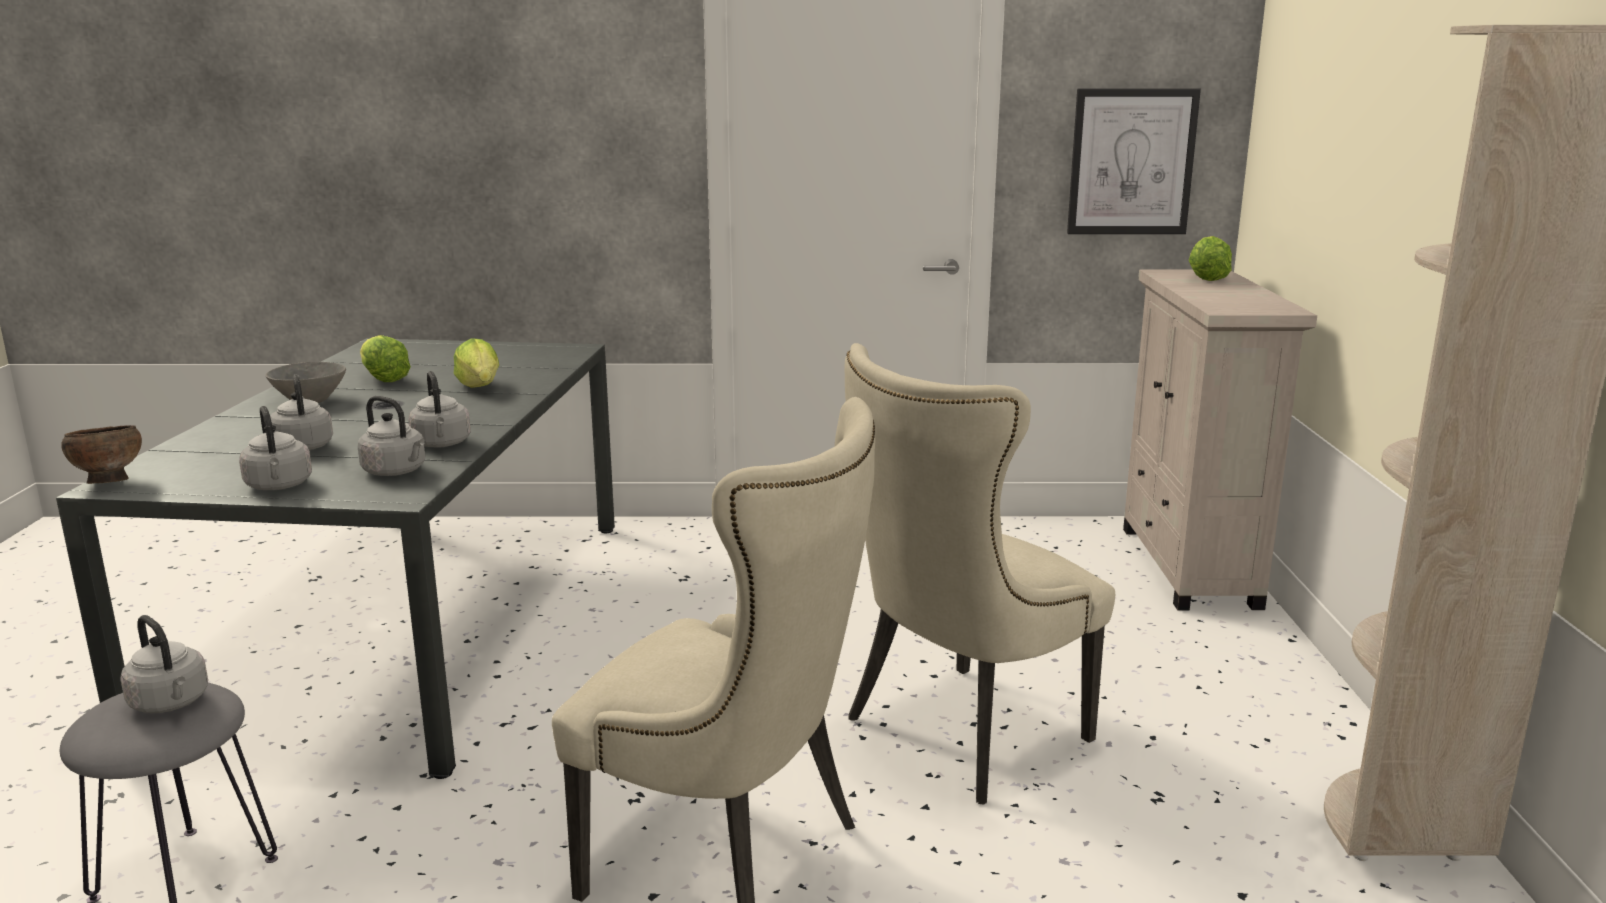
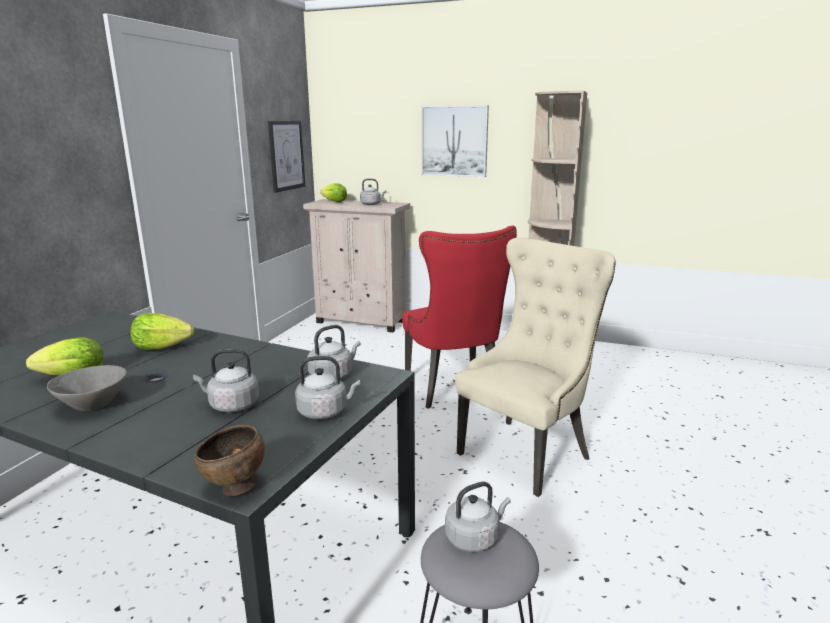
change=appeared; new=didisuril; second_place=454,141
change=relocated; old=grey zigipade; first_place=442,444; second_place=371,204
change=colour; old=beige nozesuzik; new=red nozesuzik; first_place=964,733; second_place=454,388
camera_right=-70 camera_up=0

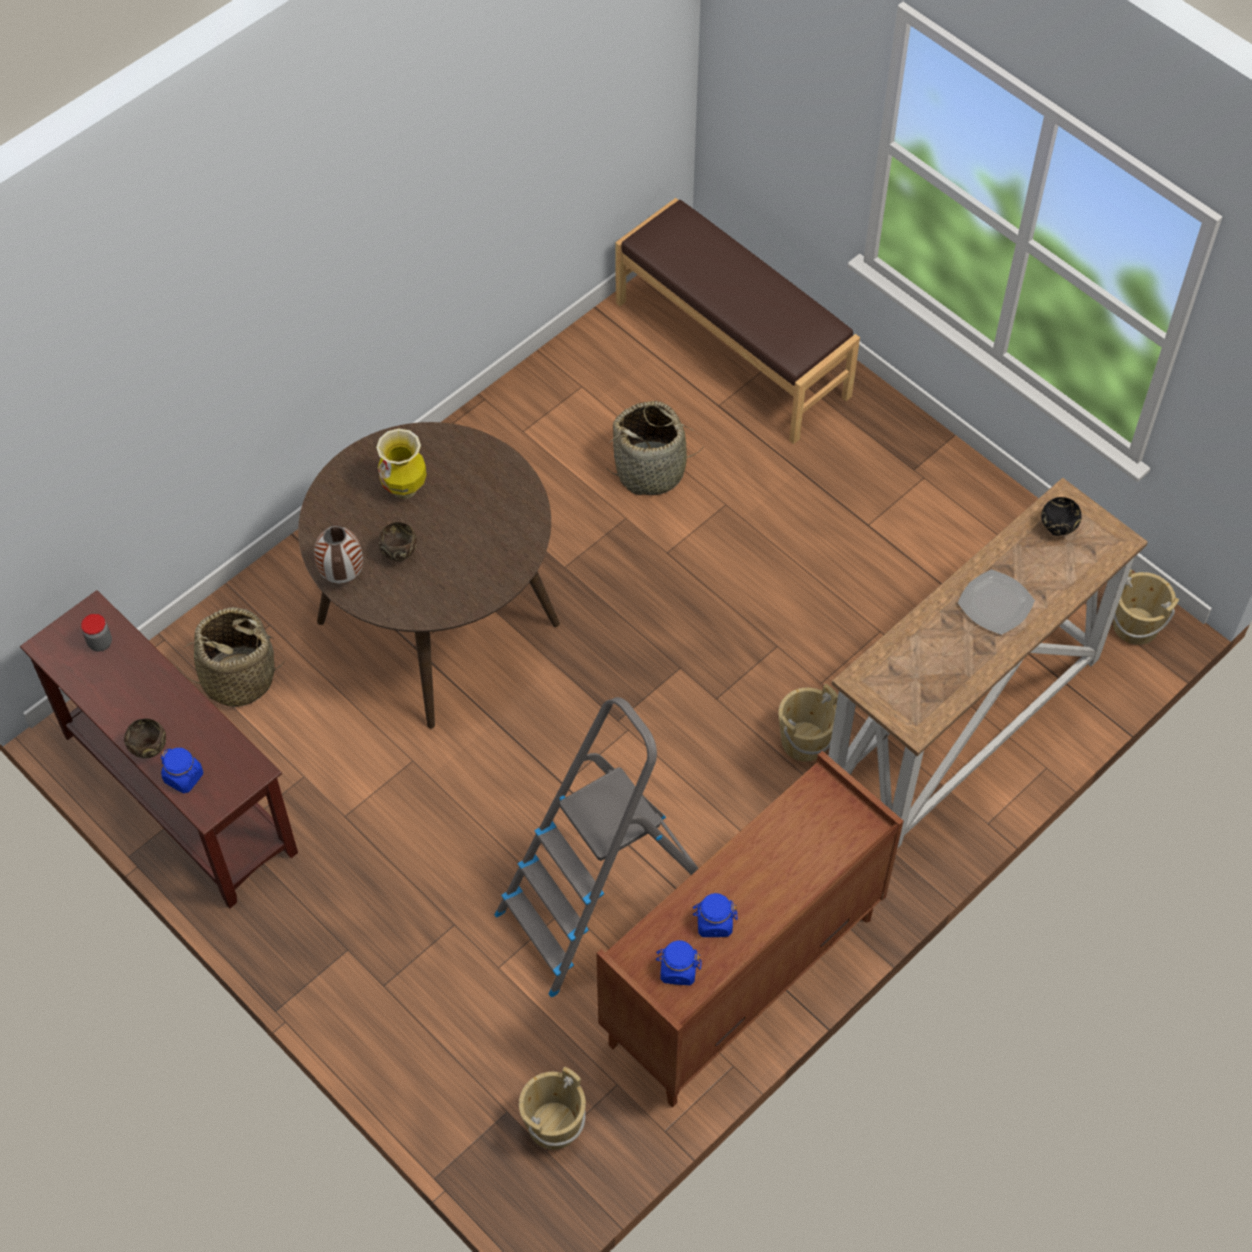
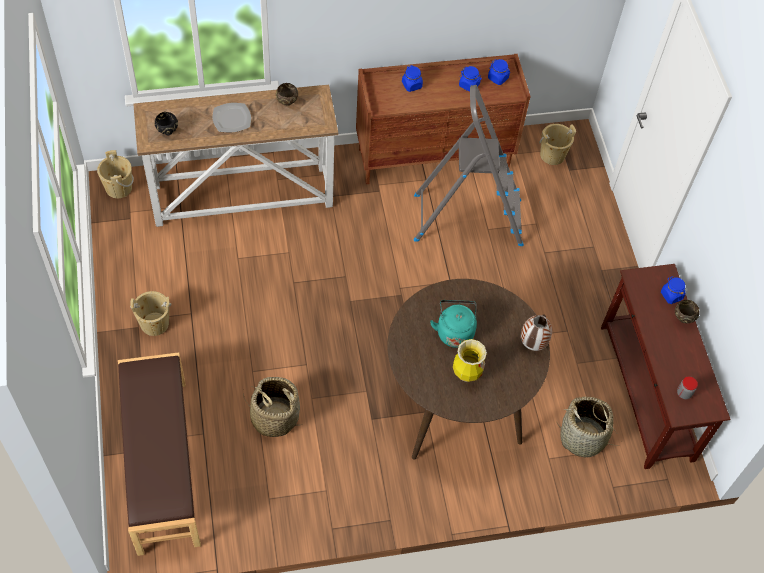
change=appeared; new=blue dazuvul; second_place=412,85
change=appeared; new=turquoise zigipade; second_place=454,331
change=relocated; old=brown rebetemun; first_place=399,554; second_place=287,103
change=relocated; old=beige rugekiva; first_place=804,741; second_place=154,323
camera_right=-150 camera_up=0

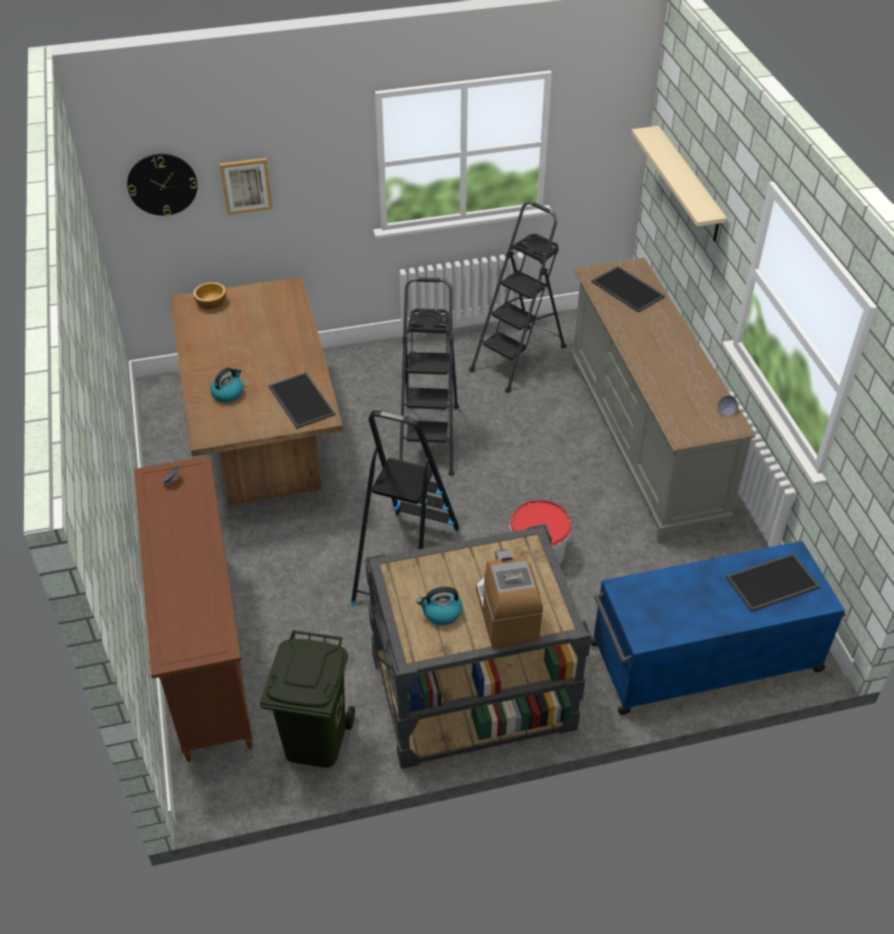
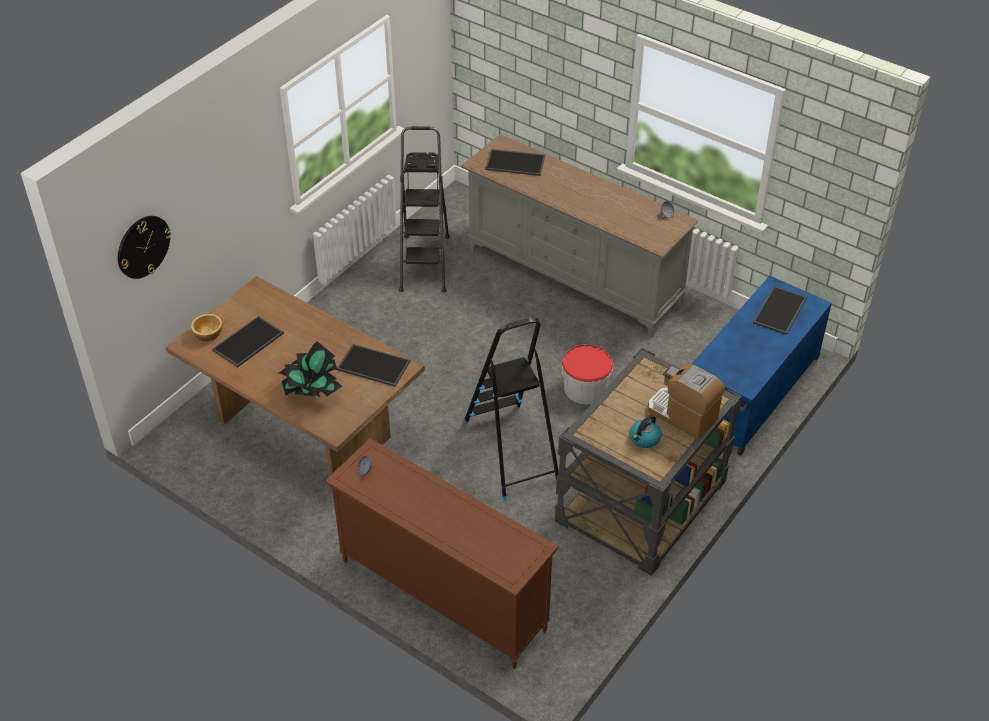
change=missing; old=didisuril; first_place=246,185
change=missing; old=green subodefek; first_place=314,740
change=missing; old=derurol; first_place=429,437
change=missing; old=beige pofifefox; first_place=688,184
change=appeared; new=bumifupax; second_place=248,342
change=exchanged; old=zigipade; new=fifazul; first_place=228,393; second_place=312,392
camera_right=-40 camera_up=0

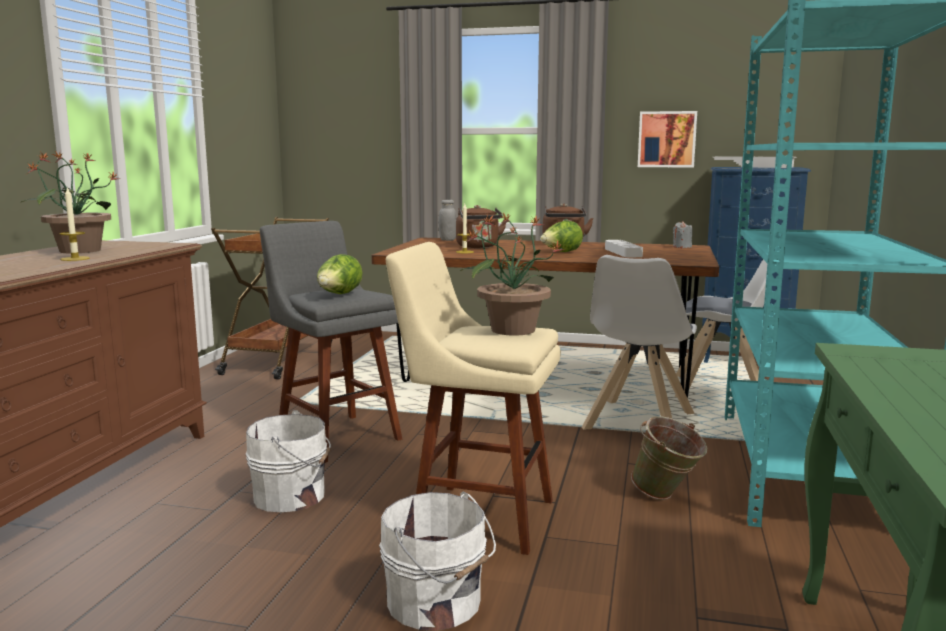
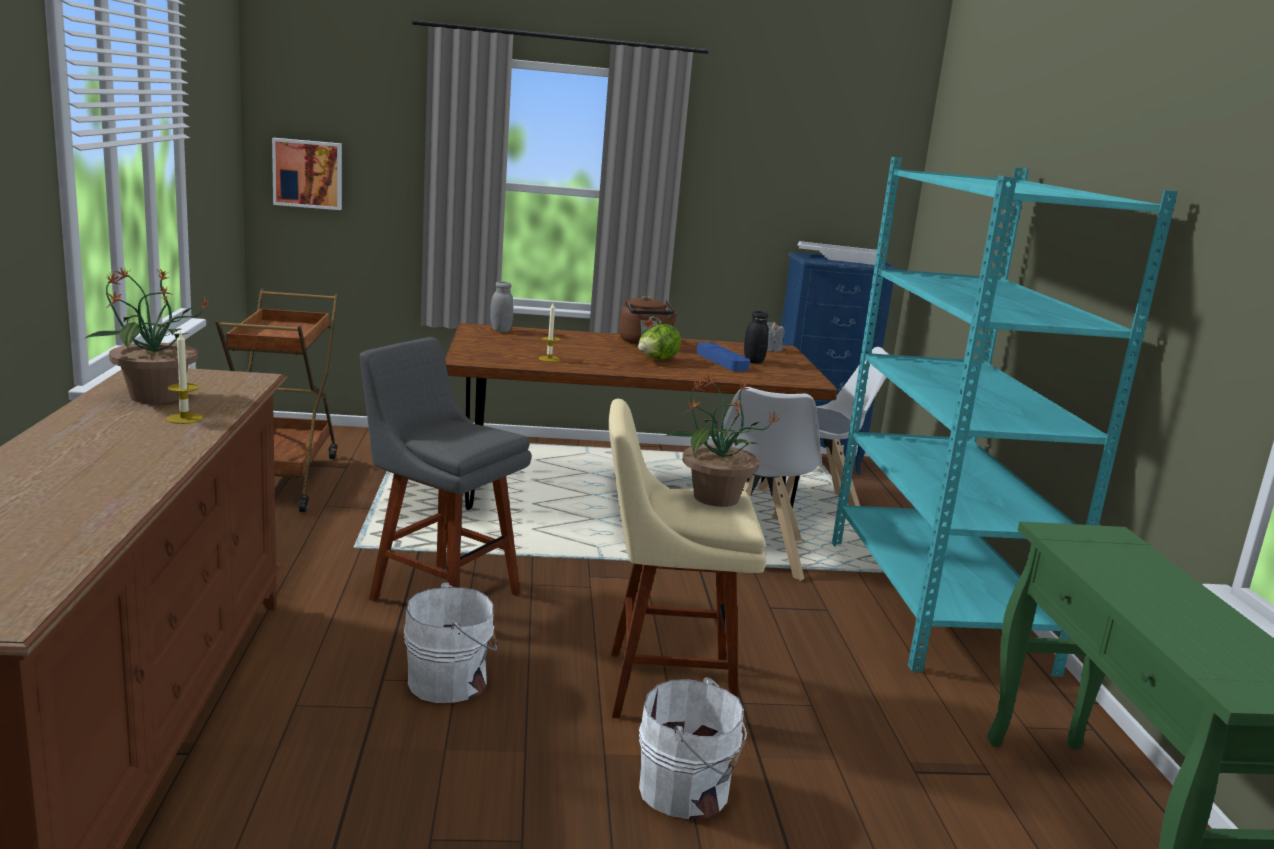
change=missing; old=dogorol; first_place=339,295
change=missing; old=brown zigipade; first_place=478,247
change=missing; old=green rugekiva; first_place=666,497
change=appeared; new=black dazuvul; second_place=753,361
change=relocated; old=didisuril; first_place=667,139; second_place=308,173
change=colour; old=grey bumifupax; new=blue bumifupax; first_place=623,252; second_place=721,361
camera_right=-20 camera_up=5

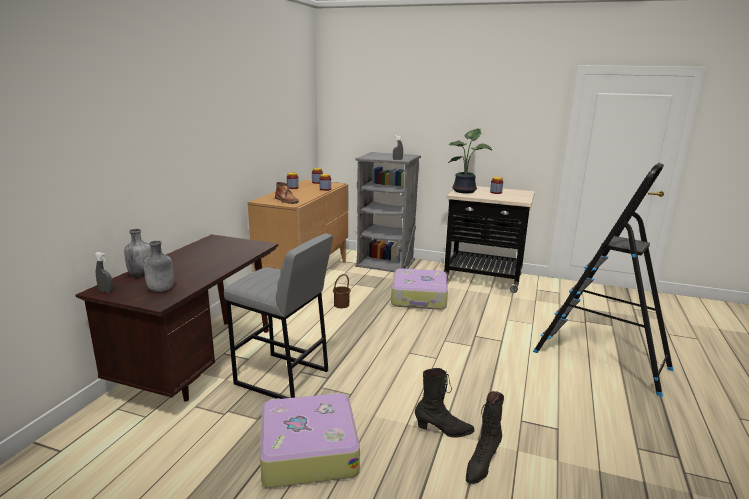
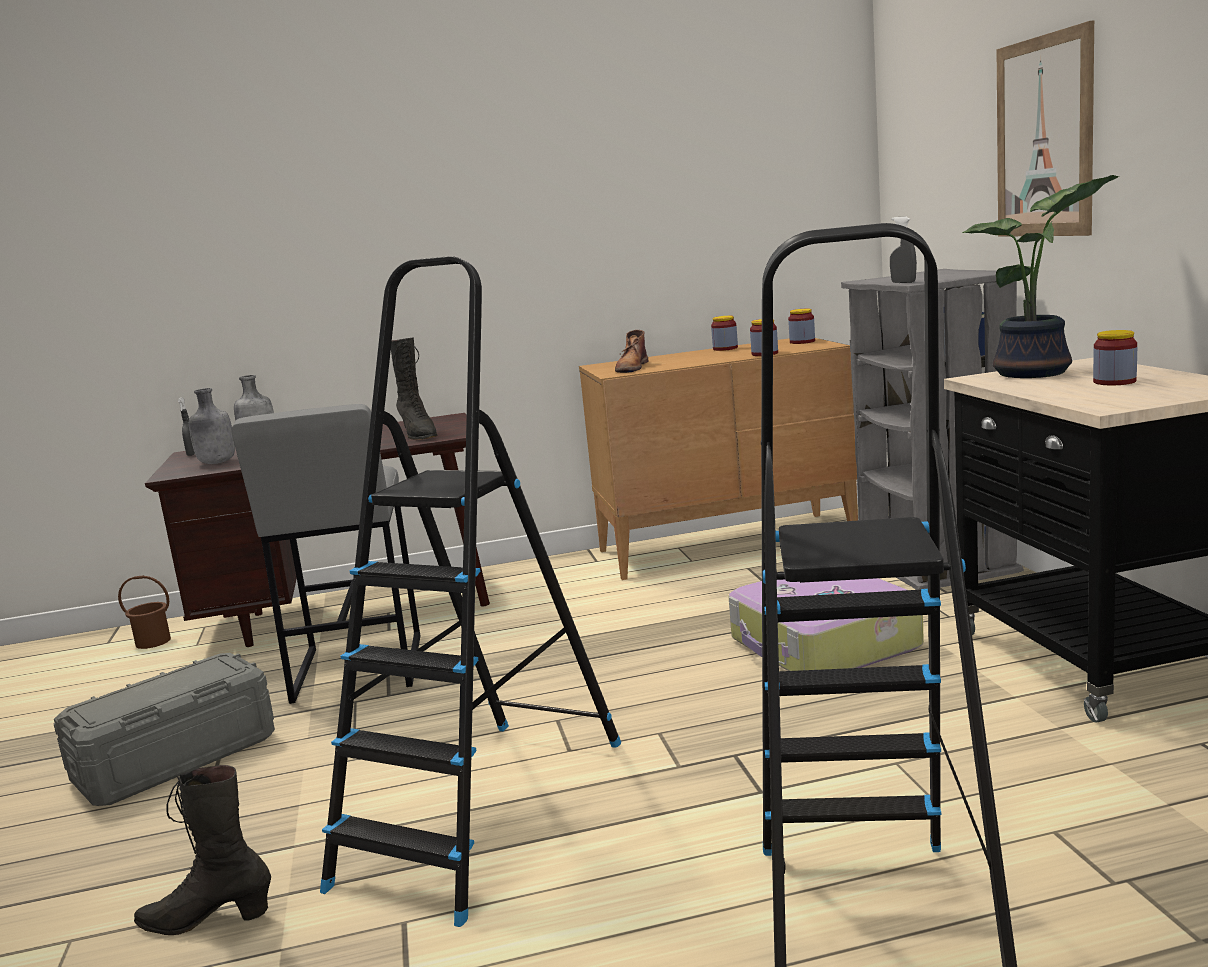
change=appeared; new=black derurol; second_place=485,811
change=appeared; new=didisuril; second_place=1044,137
change=relocated; old=brown rugekiva; first_place=341,305; second_place=153,641
change=relocated; old=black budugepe; first_place=443,430; second_place=418,434
change=exchanged; old=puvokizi; new=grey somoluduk; first_place=308,450; second_place=175,758
camera_right=60 camera_up=-5

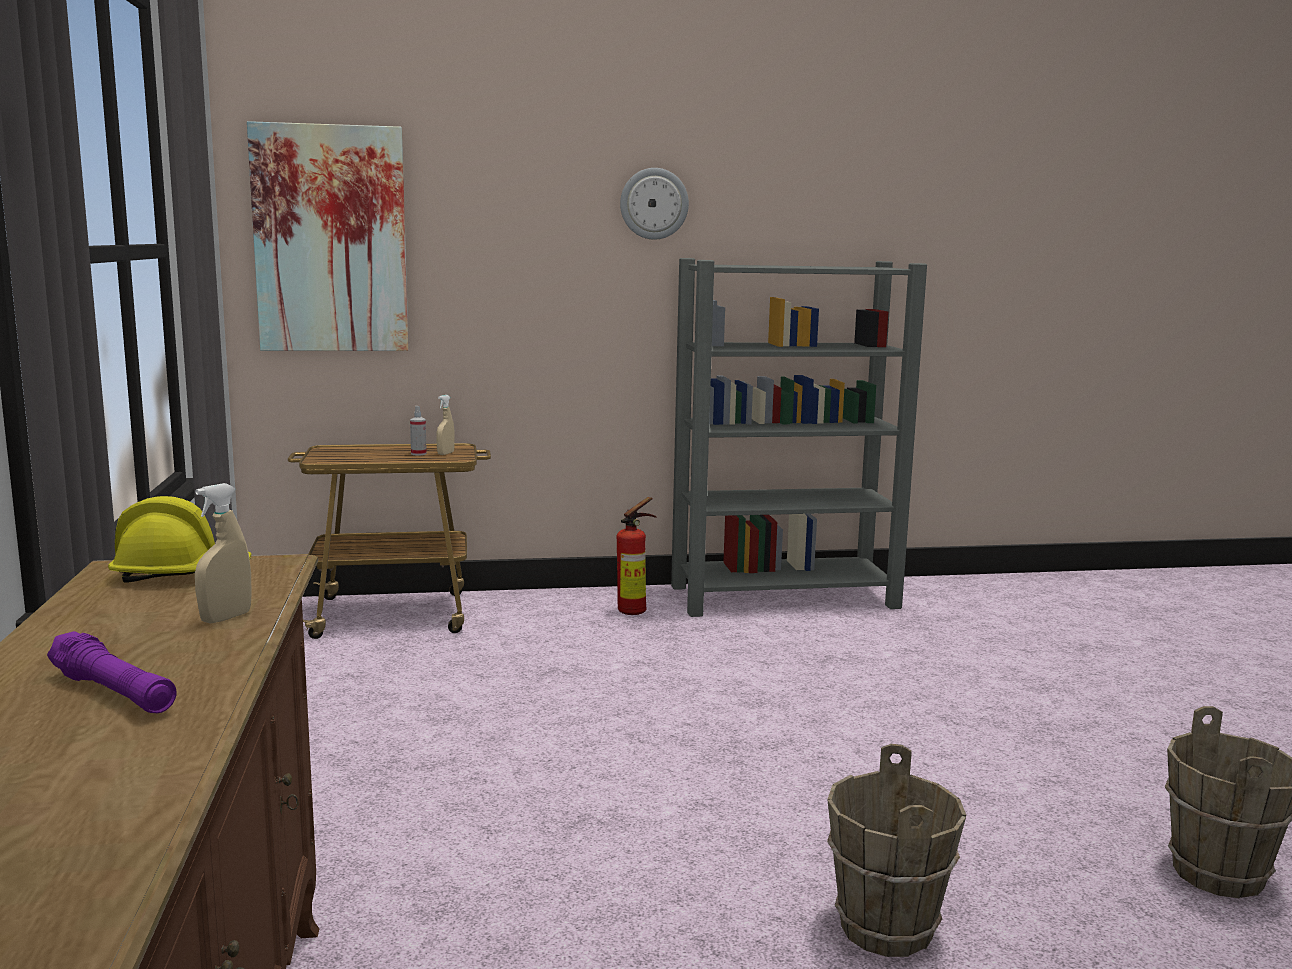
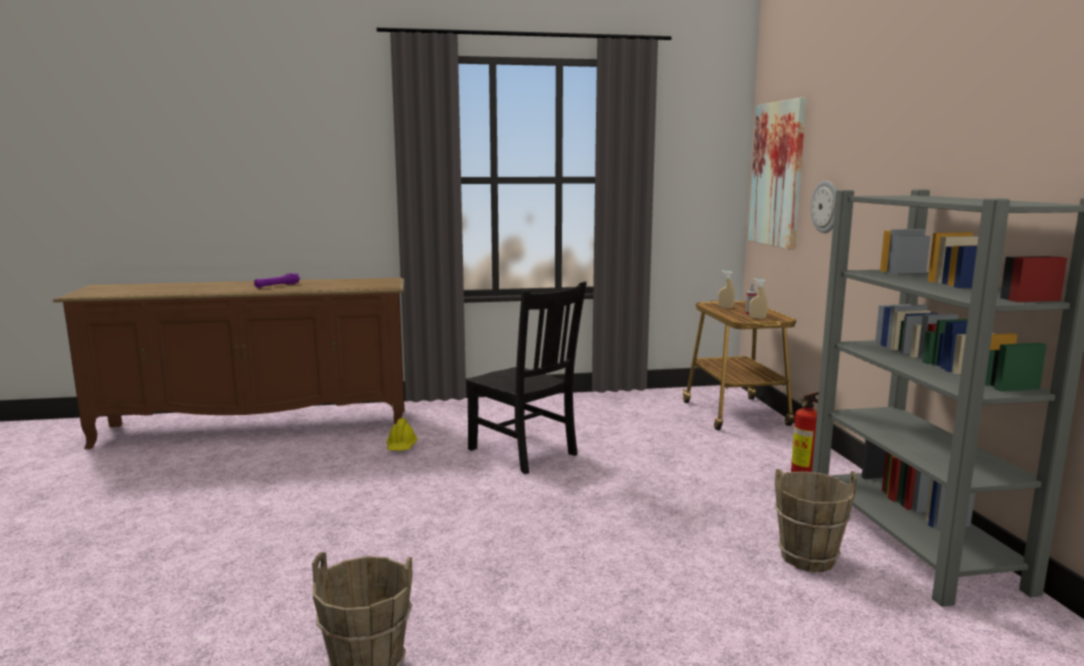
change=appeared; new=black nozesuzik; second_place=524,453
change=relocated; old=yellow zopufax; first_place=181,574; second_place=401,446
change=relocated; old=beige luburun; first_place=226,618; second_place=725,307
change=relocated; old=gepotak; first_place=654,203; second_place=826,206
change=relocated; old=brown rugekiva; first_place=885,928; second_place=807,558
camera_right=90 camera_up=0

